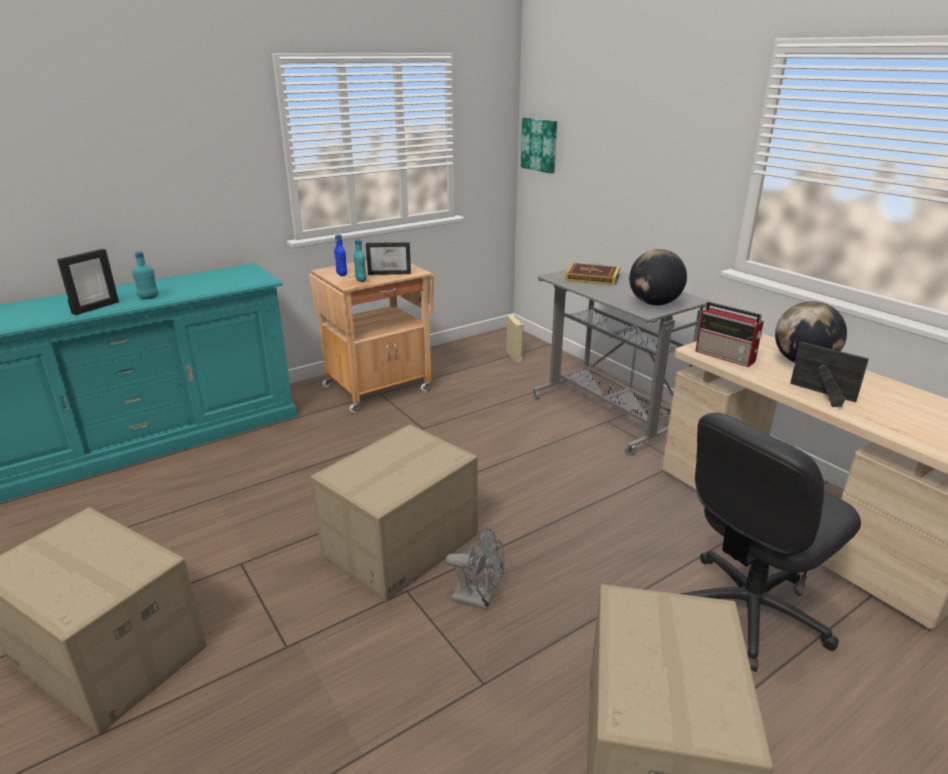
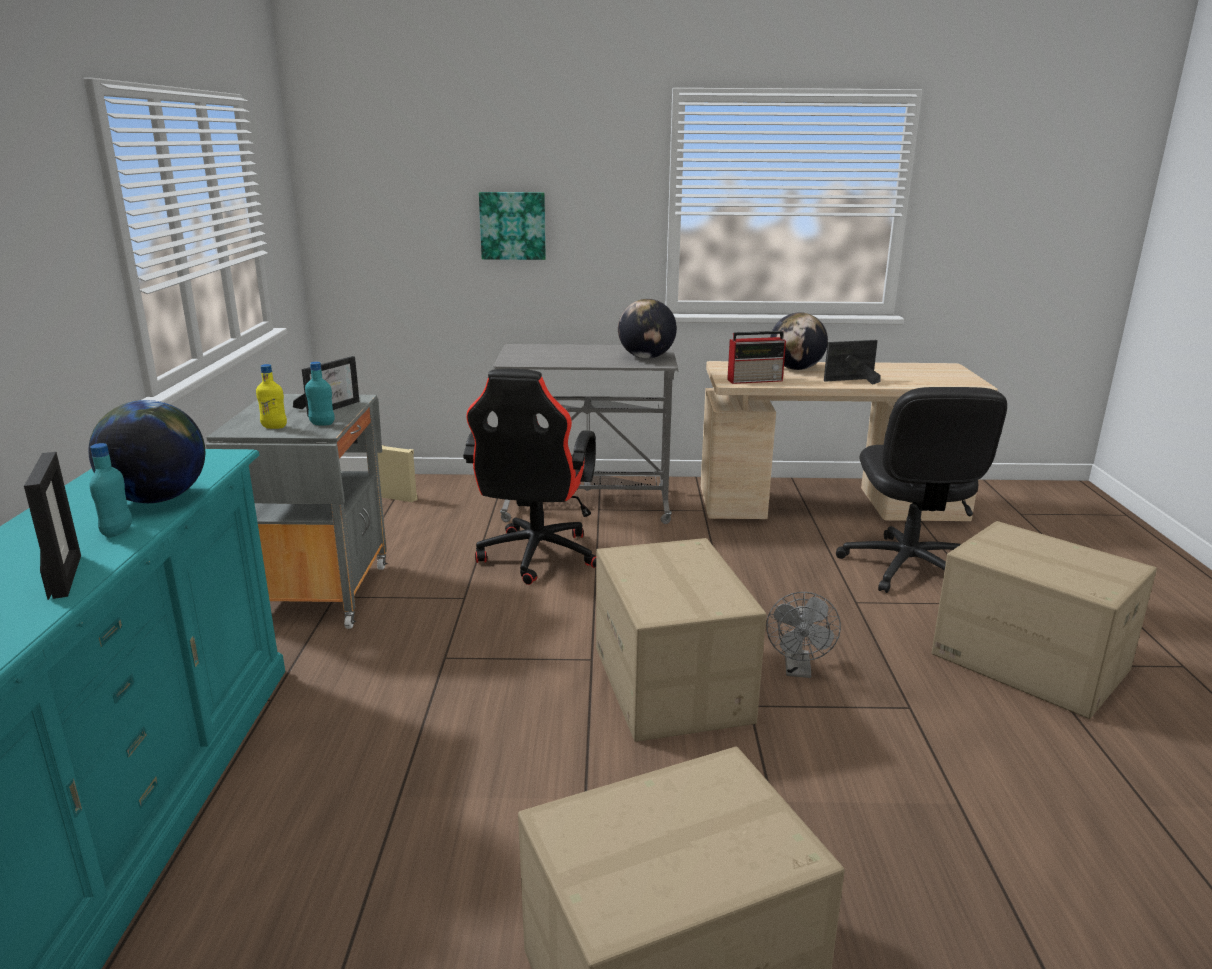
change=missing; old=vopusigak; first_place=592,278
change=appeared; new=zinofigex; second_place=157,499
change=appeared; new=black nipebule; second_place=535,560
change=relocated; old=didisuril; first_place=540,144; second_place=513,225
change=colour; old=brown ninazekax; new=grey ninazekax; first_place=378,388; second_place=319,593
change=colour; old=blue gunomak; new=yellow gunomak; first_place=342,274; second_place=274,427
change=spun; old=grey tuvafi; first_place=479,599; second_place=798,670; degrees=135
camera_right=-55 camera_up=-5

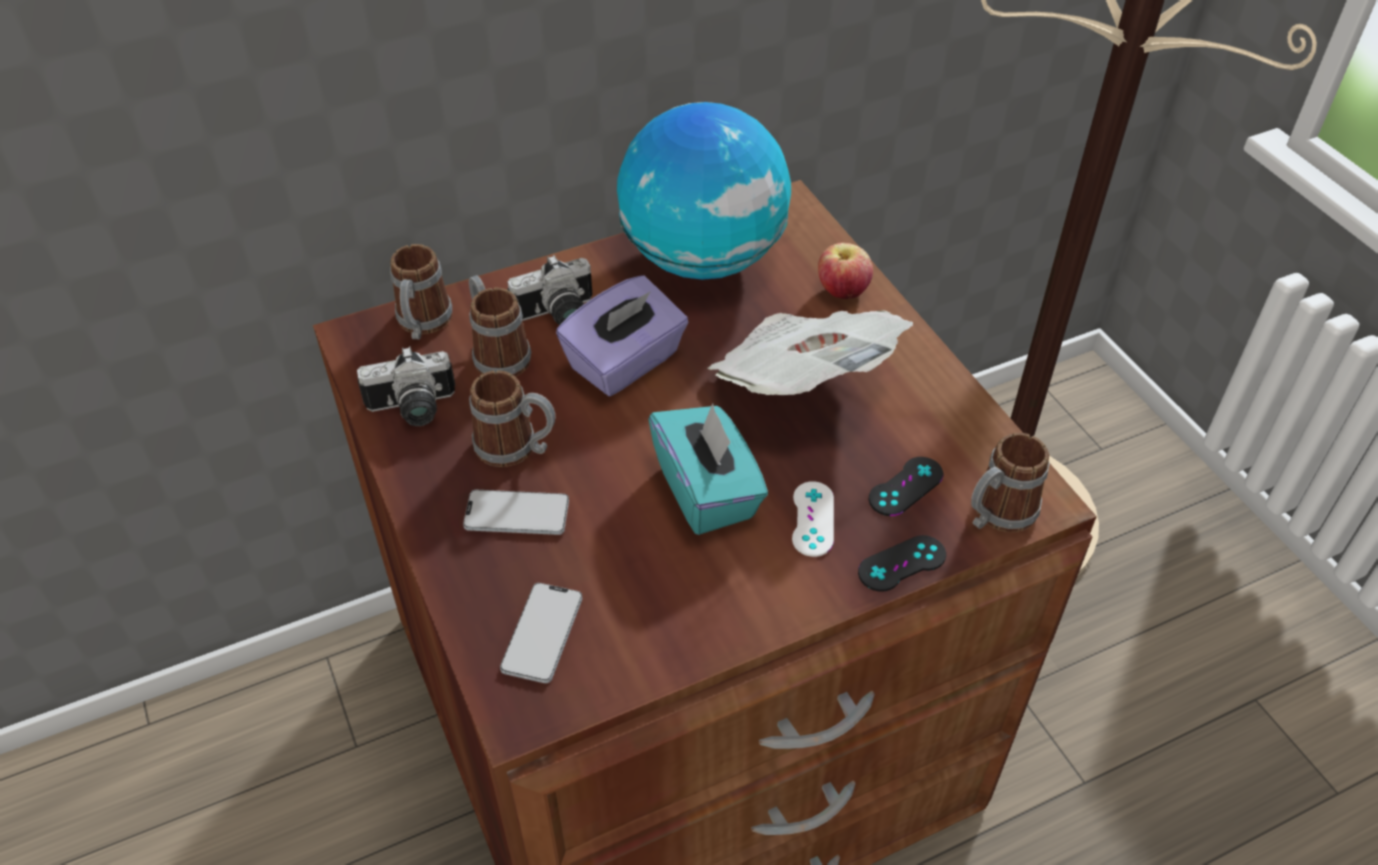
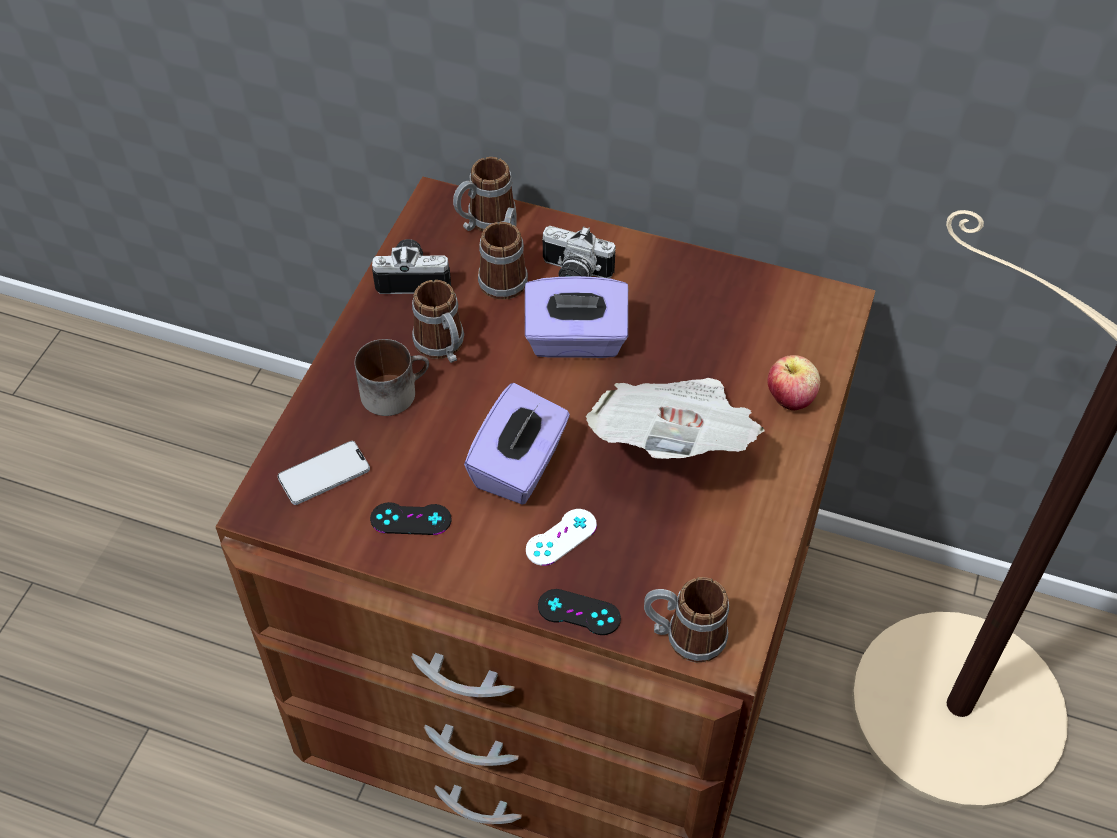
change=missing; old=zinofigex; first_place=703,258
change=relocated; old=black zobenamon; first_place=905,486; second_place=411,519
change=exchanged; old=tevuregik; new=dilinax; first_place=517,514; second_place=394,390
change=colour; old=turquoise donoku; new=purple donoku; first_place=707,491; second_place=519,466
change=spun; old=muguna; first_place=412,410; second_place=414,277; degrees=150
camera_right=45 camera_up=5

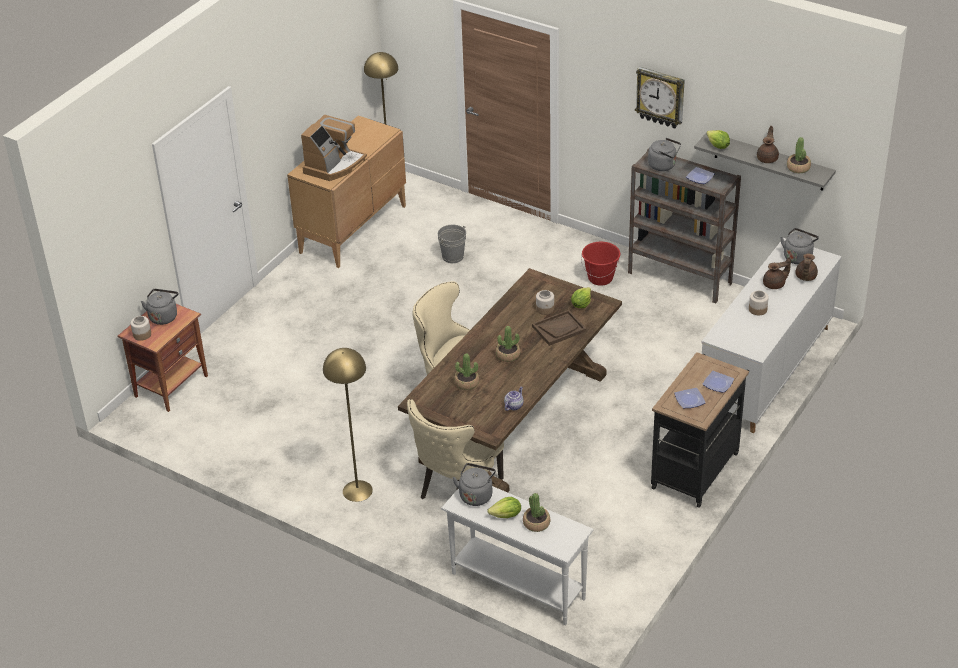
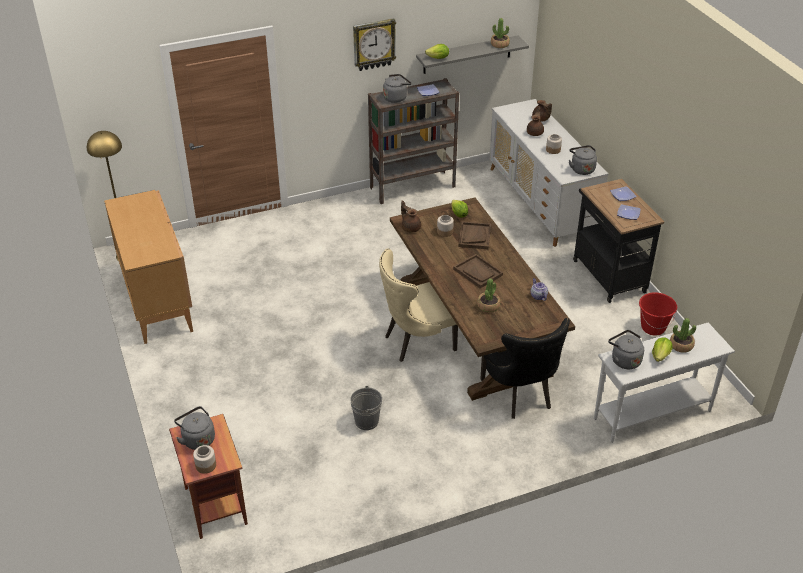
change=missing; old=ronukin; first_place=334,165
change=missing; old=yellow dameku; first_place=357,490
change=relocated; old=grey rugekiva; first_place=452,256; second_place=366,421
change=relocated; old=red rugekiva; first_place=600,278; second_place=653,328
change=relocated; old=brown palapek; first_place=767,158; second_place=410,227
change=relocated; old=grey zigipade; first_place=798,256; second_place=581,169
change=exchanged; old=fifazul; new=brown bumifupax; first_place=508,355; second_place=478,272
change=colour; old=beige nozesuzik; new=black nozesuzik; first_place=456,488; second_place=520,394
camera_right=-55 camera_up=0

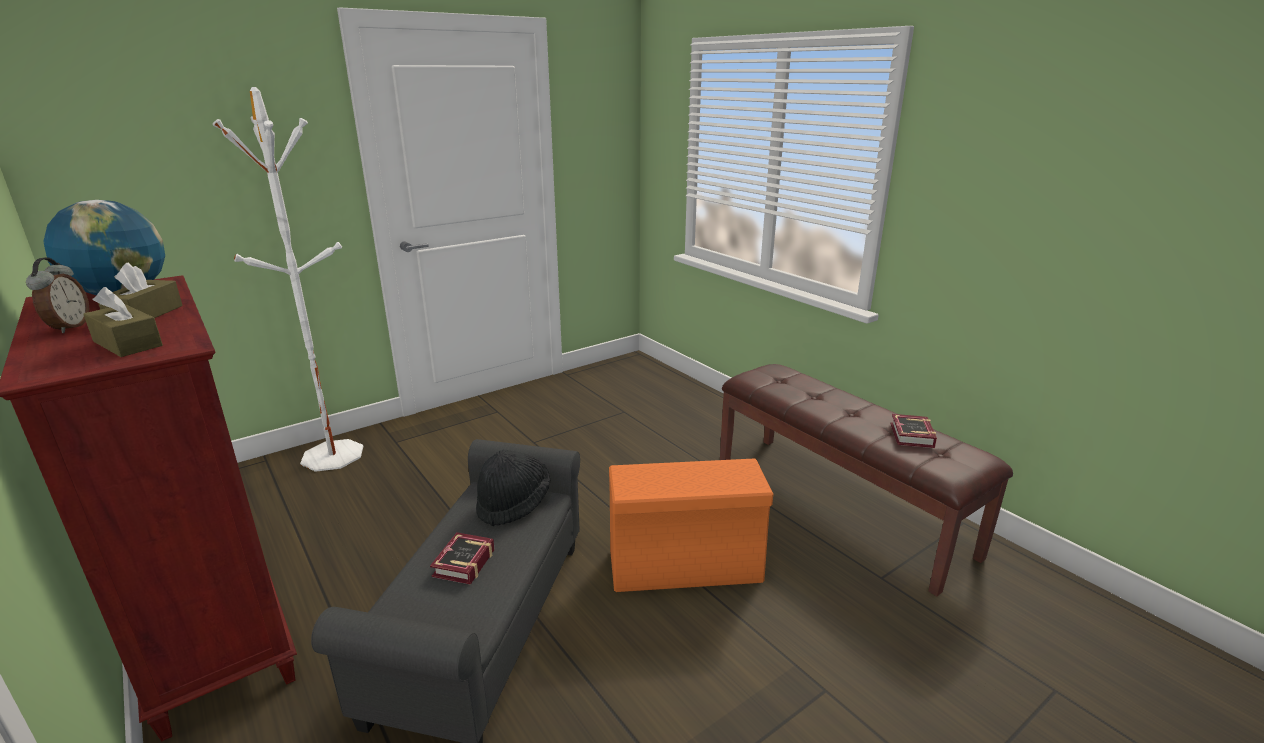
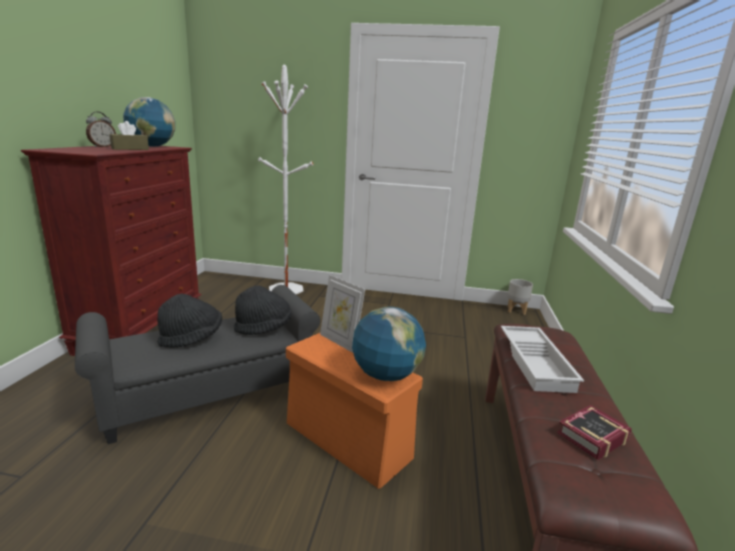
change=missing; old=brown donoku; first_place=127,343
change=appeared; new=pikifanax; second_place=340,341
change=appeared; new=zinofigex; second_place=386,375
change=appeared; new=white bumifupax; second_place=537,363
change=appeared; new=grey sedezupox; second_place=516,310
change=exchanged; old=vopusigak; new=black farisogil; first_place=461,564; second_place=191,338
camera_right=45 camera_up=-5

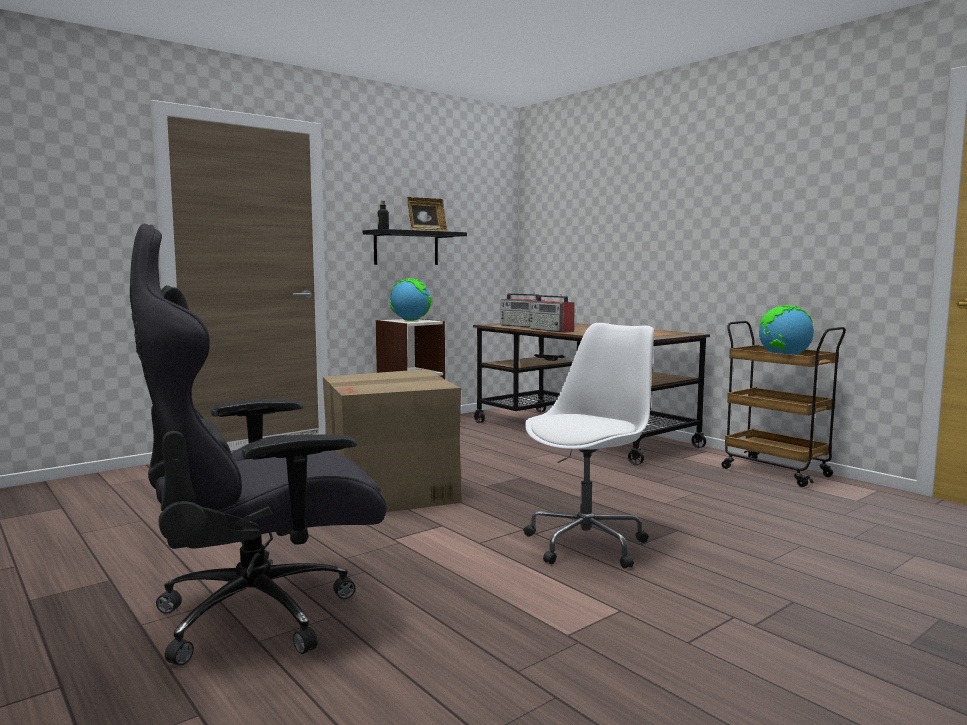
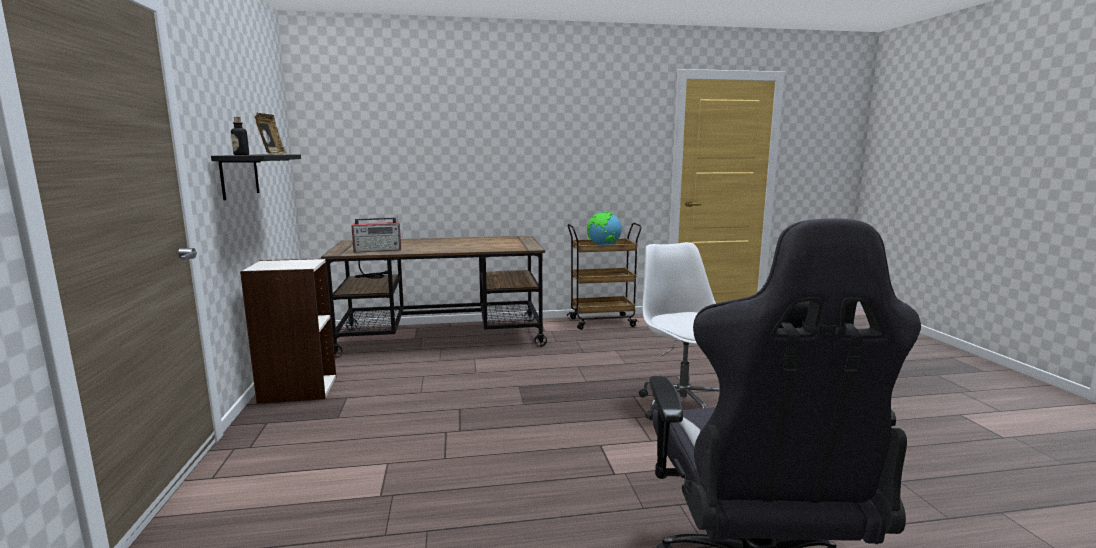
change=missing; old=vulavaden; first_place=392,492
change=missing; old=zinofigex; first_place=410,320
change=missing; old=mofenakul; first_place=551,330
camera_right=-60 camera_up=5

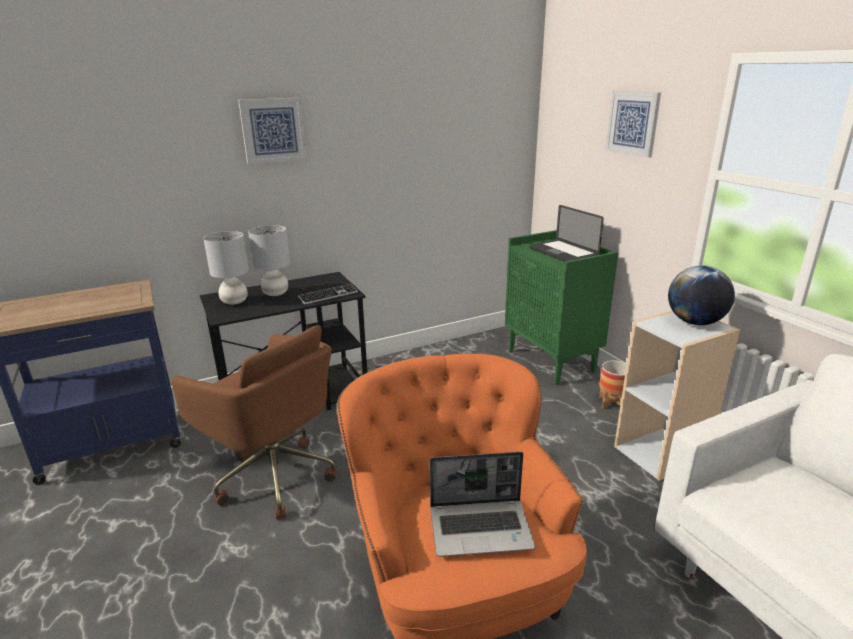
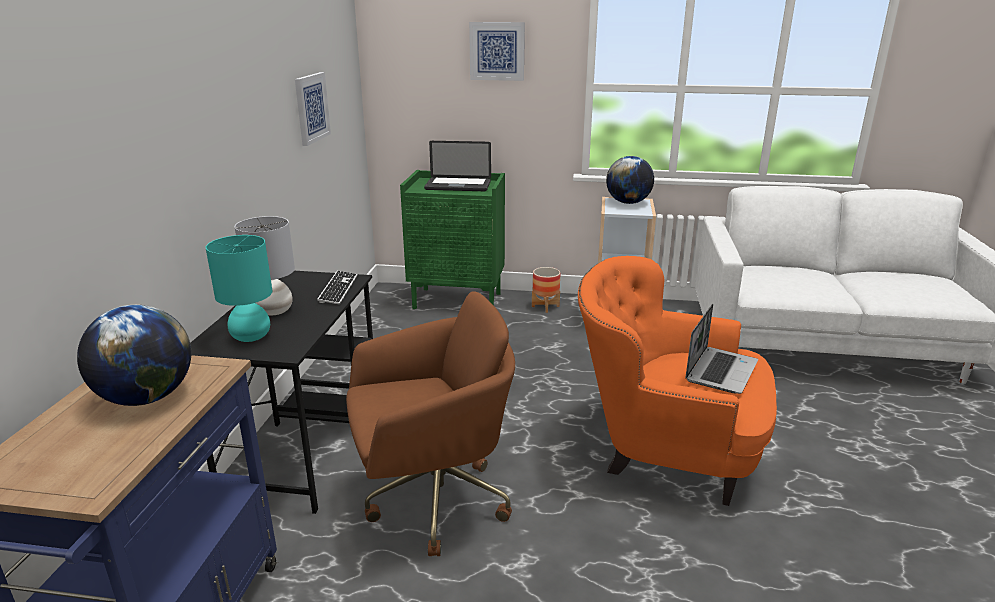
change=appeared; new=zinofigex; second_place=146,398
change=relocated; old=didisuril; first_place=273,130; second_place=311,108
change=colour; old=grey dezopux; new=turquoise dezopux; first_place=234,302; second_place=251,337
camera_right=-55 camera_up=0

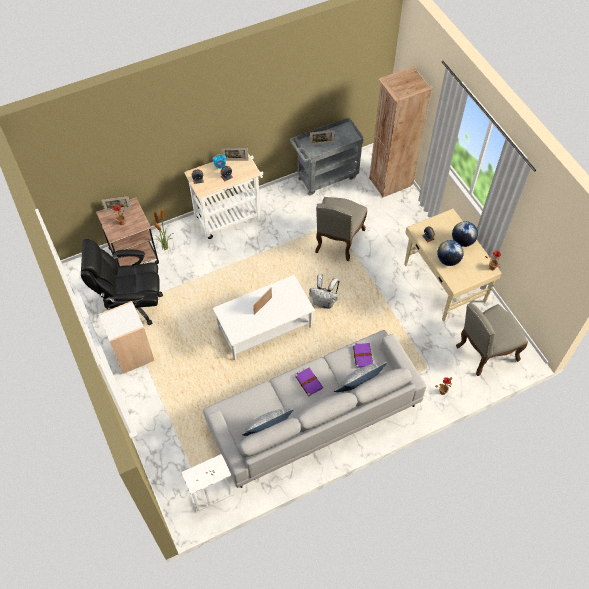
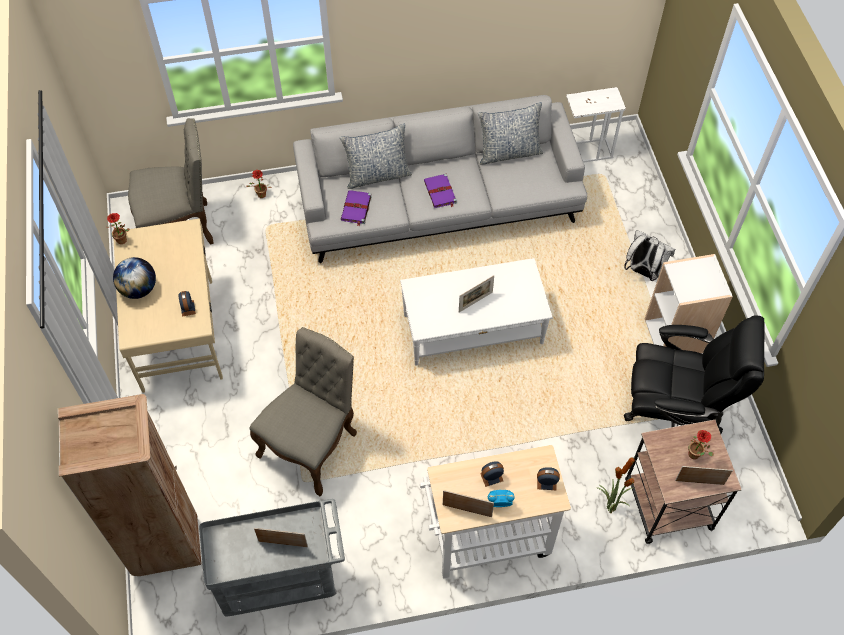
change=missing; old=zinofigex; first_place=448,260
change=relocated; old=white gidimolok; first_place=324,302; second_place=643,271
camera_right=-165 camera_up=0

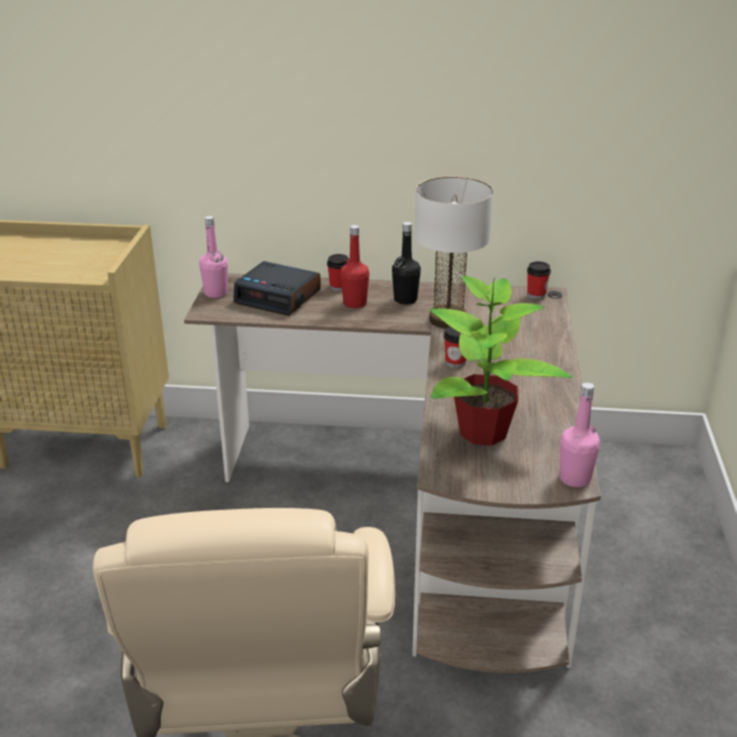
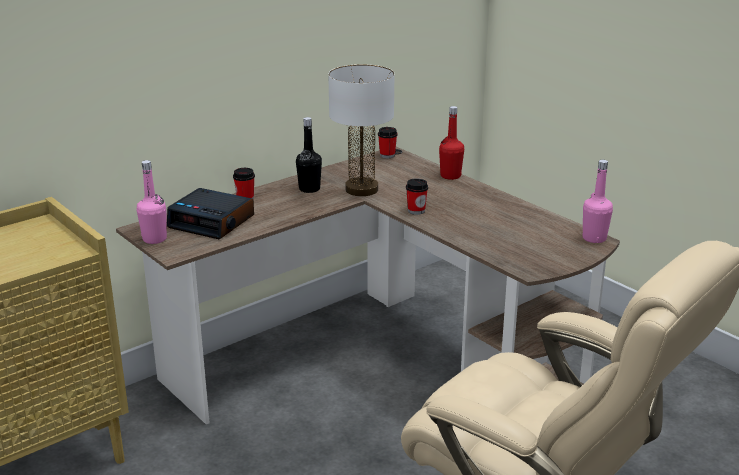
change=missing; old=fifazul; first_place=483,433
change=relocated; old=red gunomak; first_place=355,303; second_place=450,176
change=spun; old=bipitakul; first_place=279,297; second_place=212,222; degrees=45
camera_right=-45 camera_up=-5

